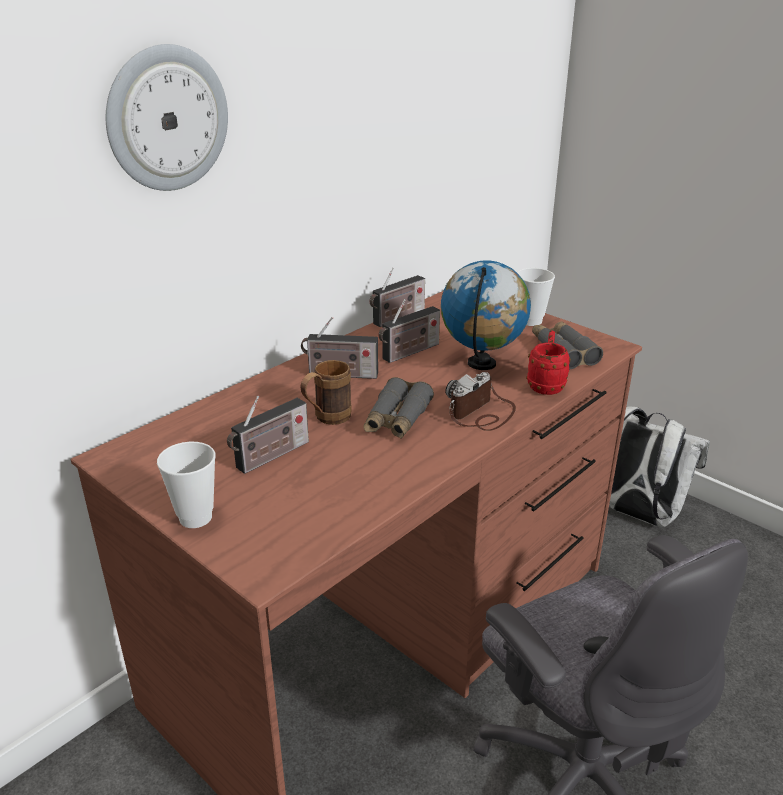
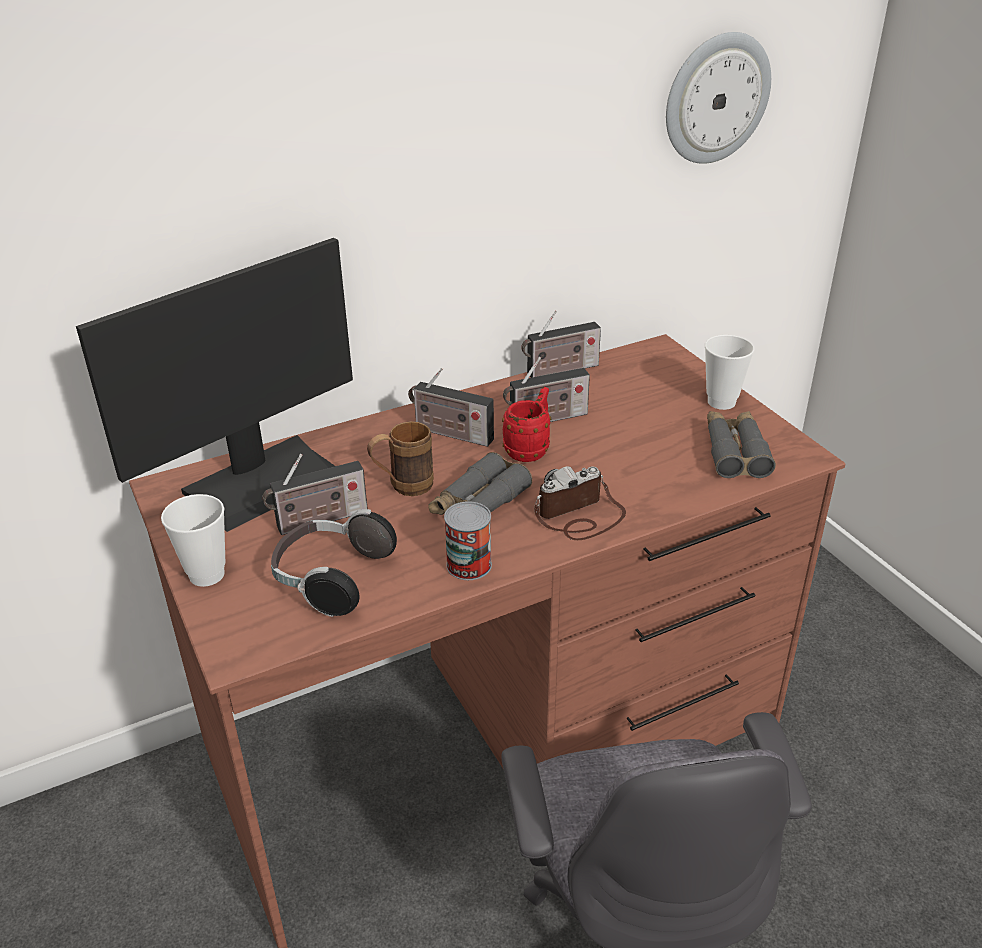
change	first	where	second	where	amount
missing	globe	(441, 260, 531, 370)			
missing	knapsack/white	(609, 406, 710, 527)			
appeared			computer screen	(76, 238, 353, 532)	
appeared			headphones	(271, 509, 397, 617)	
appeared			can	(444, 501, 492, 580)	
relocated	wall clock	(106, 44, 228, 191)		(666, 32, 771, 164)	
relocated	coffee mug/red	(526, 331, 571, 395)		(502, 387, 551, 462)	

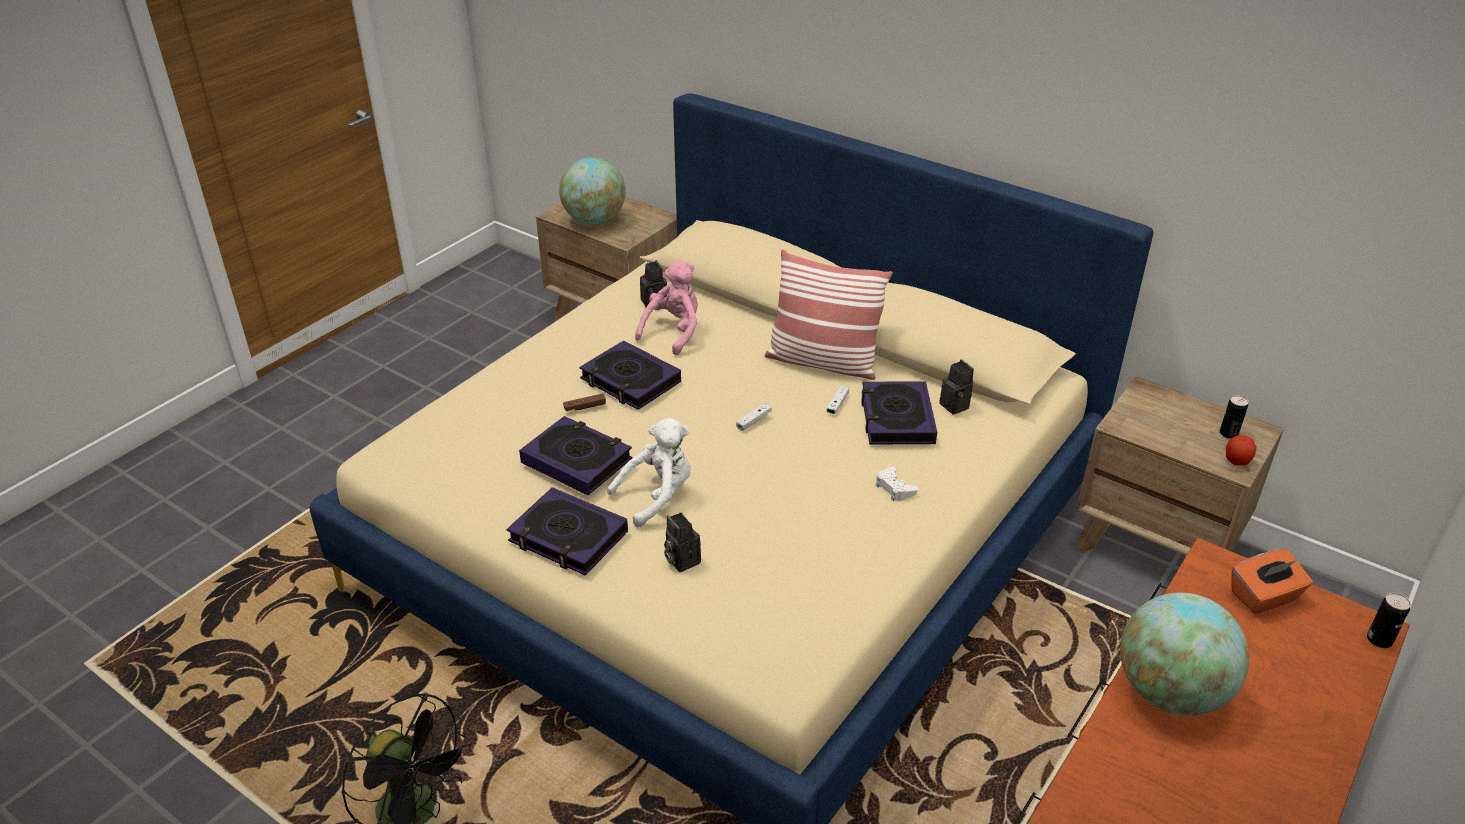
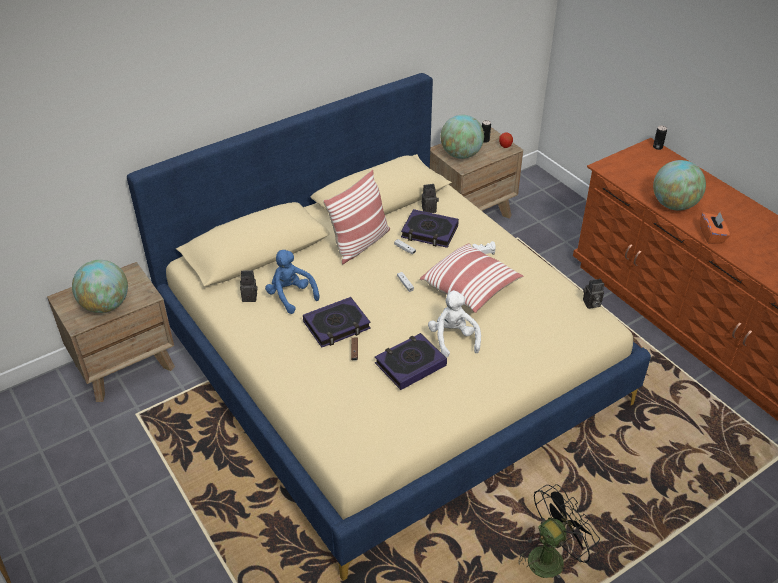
change	first	where	second	where	amount
missing	volume	(507, 487, 628, 576)			
appeared			pillow	(420, 243, 524, 313)	
appeared			globe	(441, 115, 484, 159)	
relocated	still camera	(664, 513, 701, 572)		(583, 279, 604, 309)	
relocated	tissue box/orange-coloured	(1231, 549, 1313, 614)		(700, 212, 730, 244)	
colour	cuddly toy/pinkish	(635, 260, 698, 355)	cuddly toy/blue	(265, 250, 319, 314)	

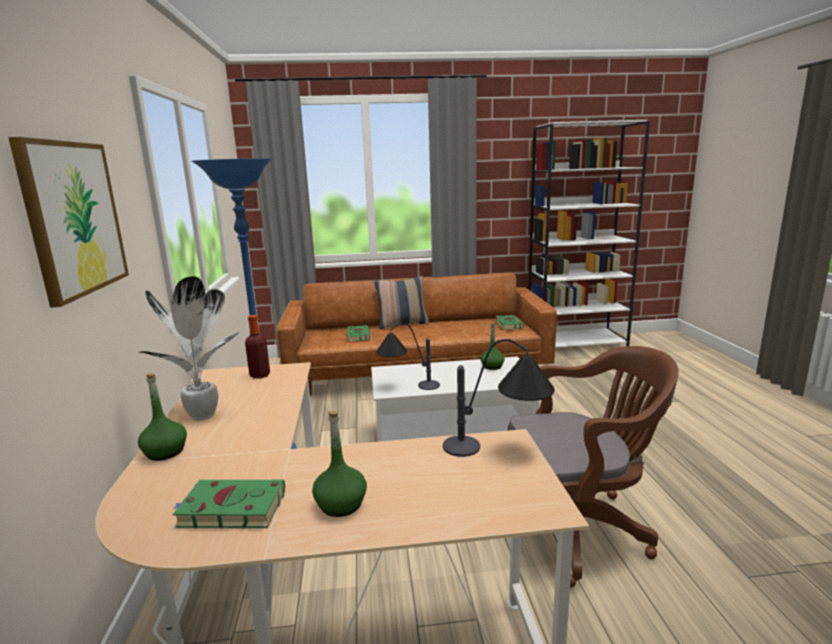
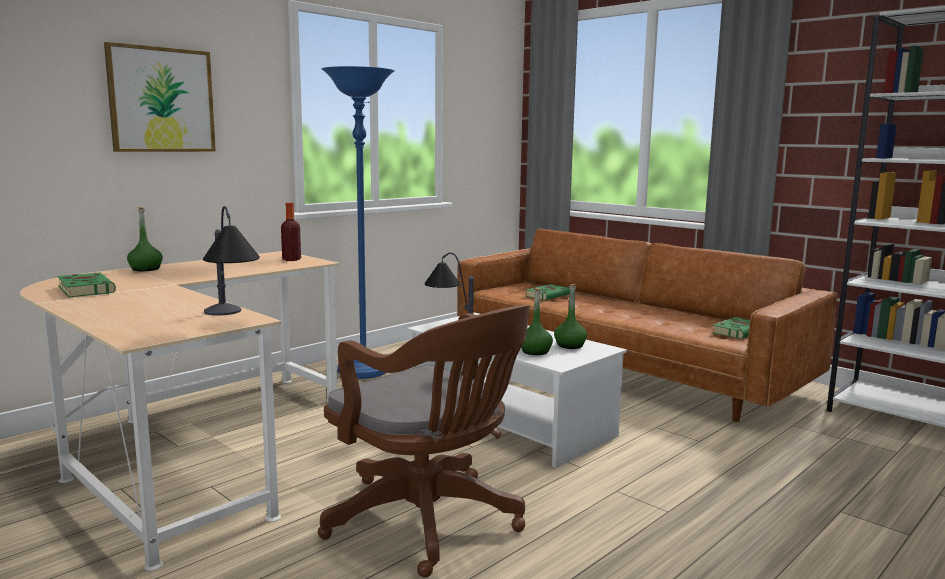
change	first	where	second	where	amount
missing	plant in a pot	(139, 276, 239, 420)			
missing	pillow	(374, 276, 429, 329)			
relocated	beverage bottle/green	(312, 411, 367, 517)		(521, 288, 553, 355)	

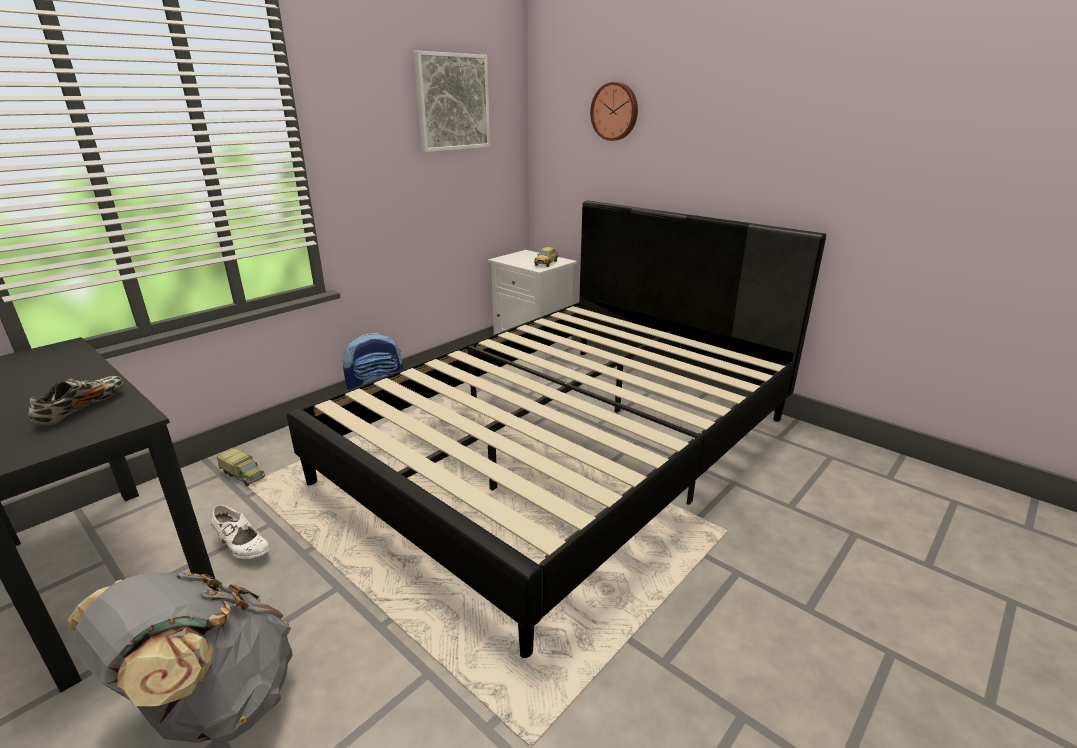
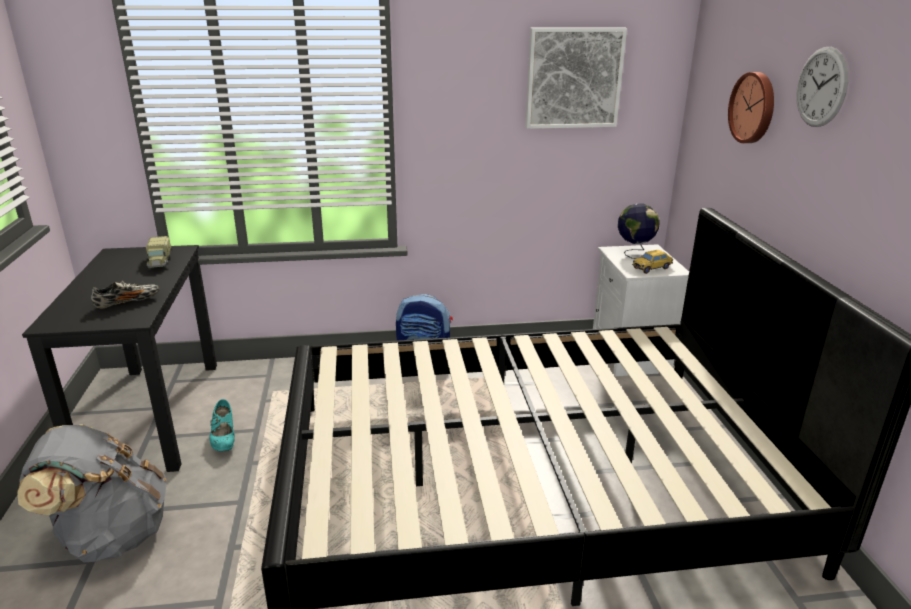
change	first	where	second	where	amount
appeared			globe	(618, 203, 660, 259)	
appeared			wall clock	(796, 47, 848, 127)	
relocated	toy lorry	(217, 447, 265, 486)		(146, 236, 171, 270)	
colour	item of footwear/white	(211, 505, 270, 559)	item of footwear/blue-green	(209, 399, 235, 451)	

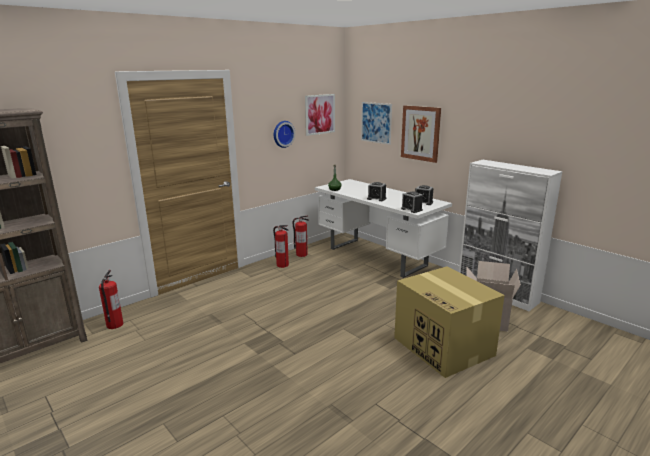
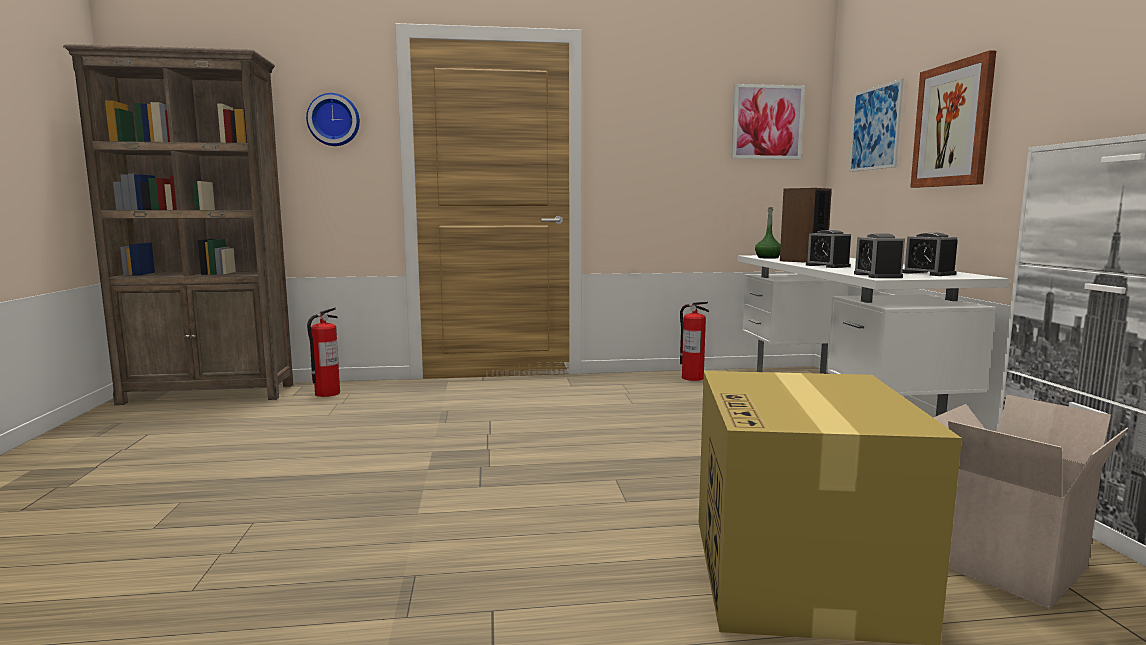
change	first	where	second	where	amount
missing	fire extinguisher	(273, 225, 289, 268)			
appeared			audio speaker	(780, 188, 832, 263)	
relocated	wall clock	(274, 121, 295, 148)		(306, 93, 360, 146)	

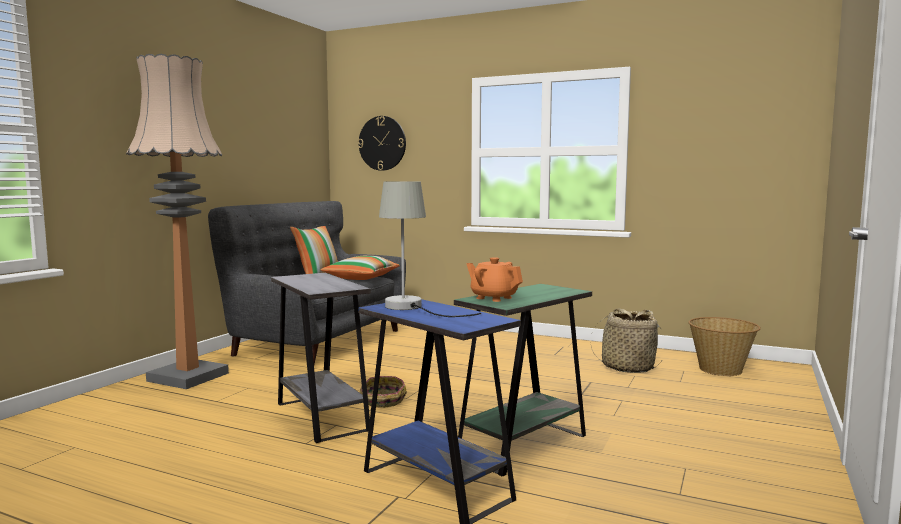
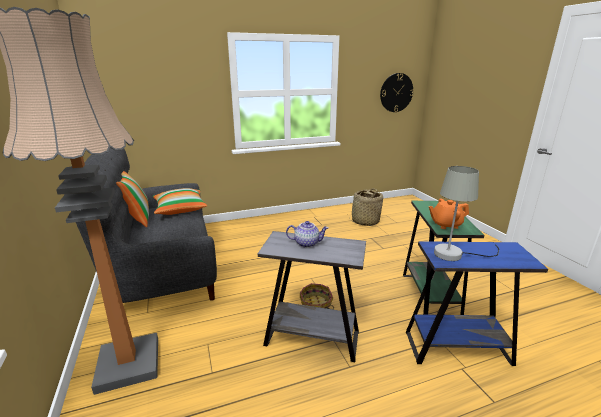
change	first	where	second	where	amount
missing	storage basket	(688, 317, 761, 376)			
appeared			pot for tea	(286, 221, 329, 248)	
relocated	wall clock	(358, 116, 406, 171)		(380, 73, 414, 112)	

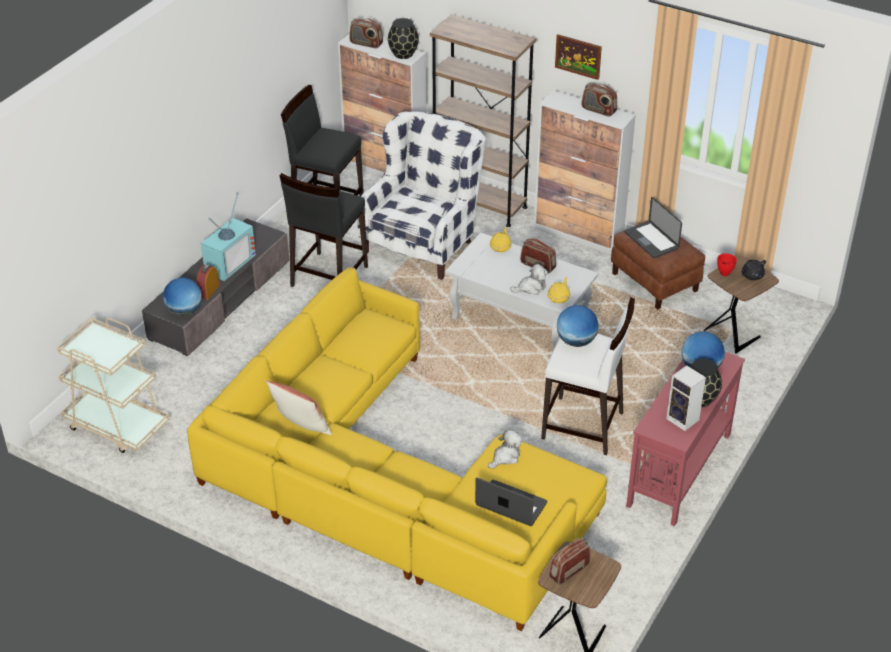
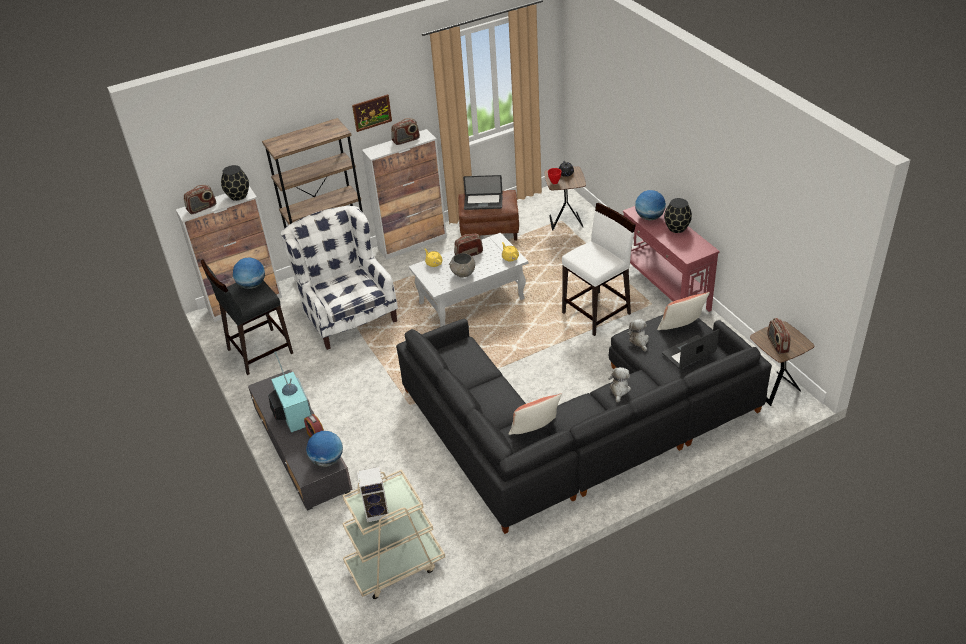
change	first	where	second	where	amount
missing	stool/black-coloured	(280, 173, 368, 287)			
appeared			serving bowl/gray	(449, 253, 475, 277)	
appeared			pillow	(657, 292, 710, 330)	
relocated	cuddly toy	(510, 264, 548, 295)		(609, 367, 631, 403)	
relocated	globe	(557, 305, 599, 347)		(233, 257, 265, 289)	
relocated	audio speaker	(666, 365, 706, 431)		(357, 467, 389, 523)	
colour	sofa/yellow-coloured	(187, 267, 607, 631)	sofa/black-coloured	(396, 314, 772, 534)	

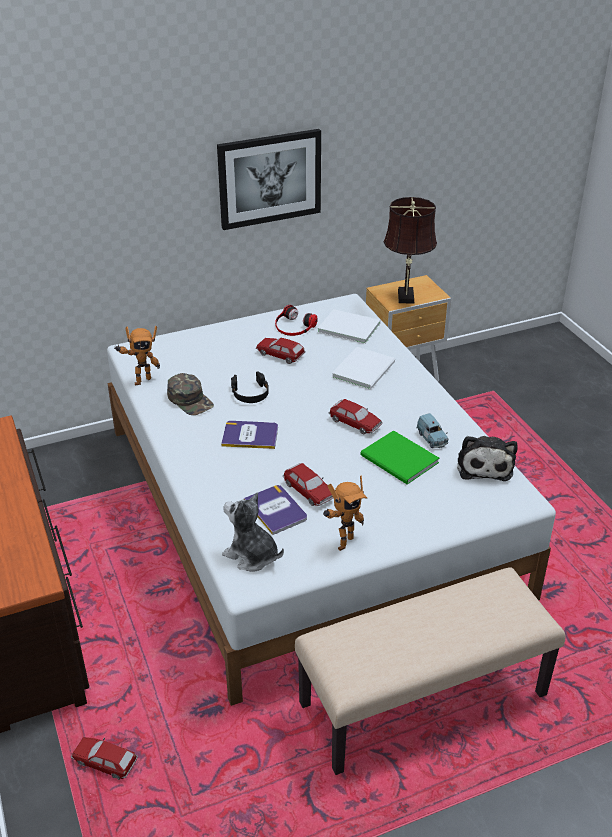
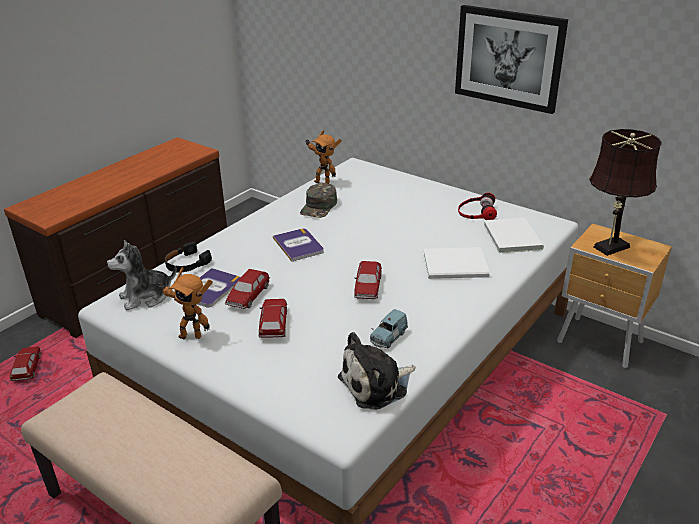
change	first	where	second	where	amount
missing	volume/green	(360, 430, 439, 485)			
relocated	headphones/black-coloured	(231, 371, 269, 403)		(165, 242, 212, 272)	
relocated	toy car	(256, 338, 306, 364)		(258, 299, 287, 338)	
spun	cuddly toy	(222, 492, 284, 572)		(107, 240, 177, 310)	120 degrees counterclockwise

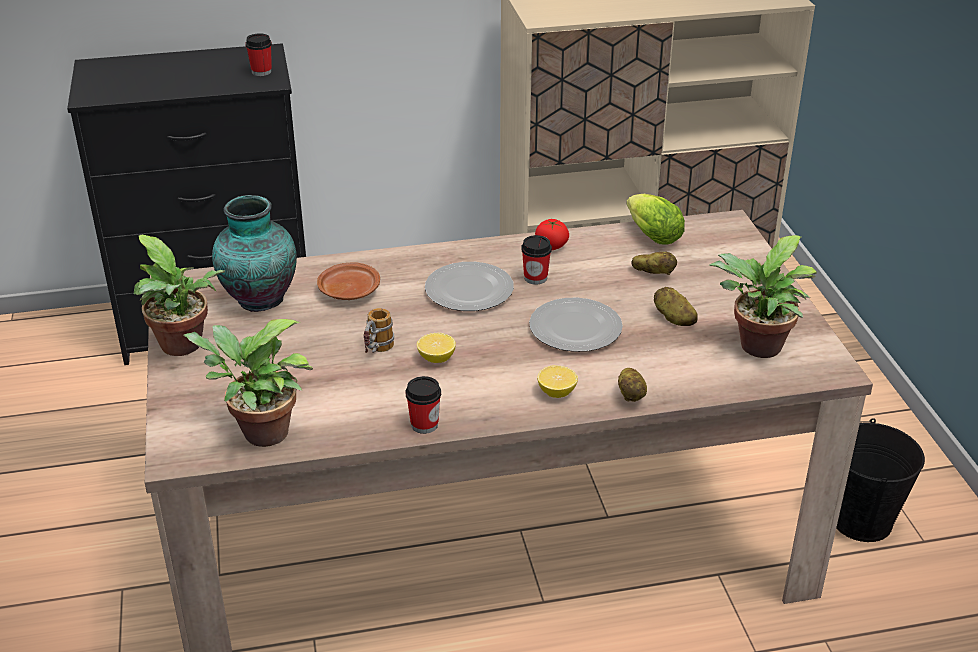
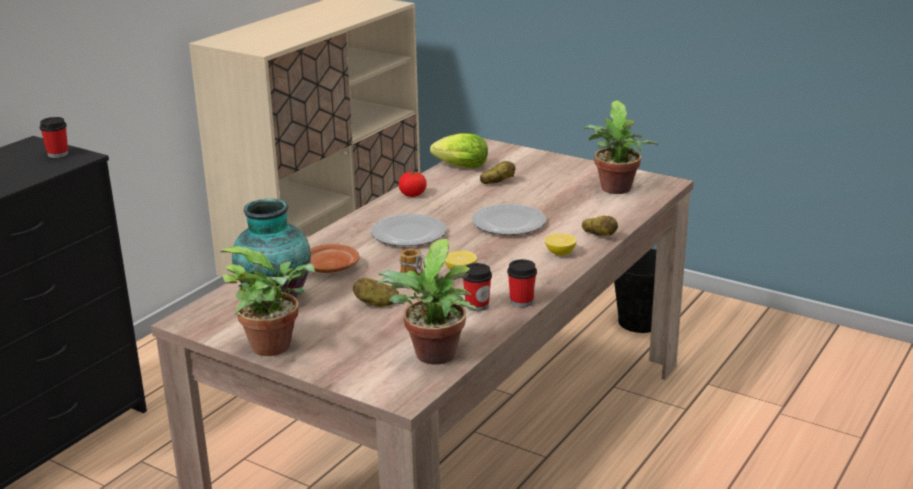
change	first	where	second	where	amount
relocated	drinking cup	(521, 235, 552, 285)		(463, 263, 492, 311)	
relocated	spud	(654, 287, 698, 326)		(353, 278, 399, 307)	

